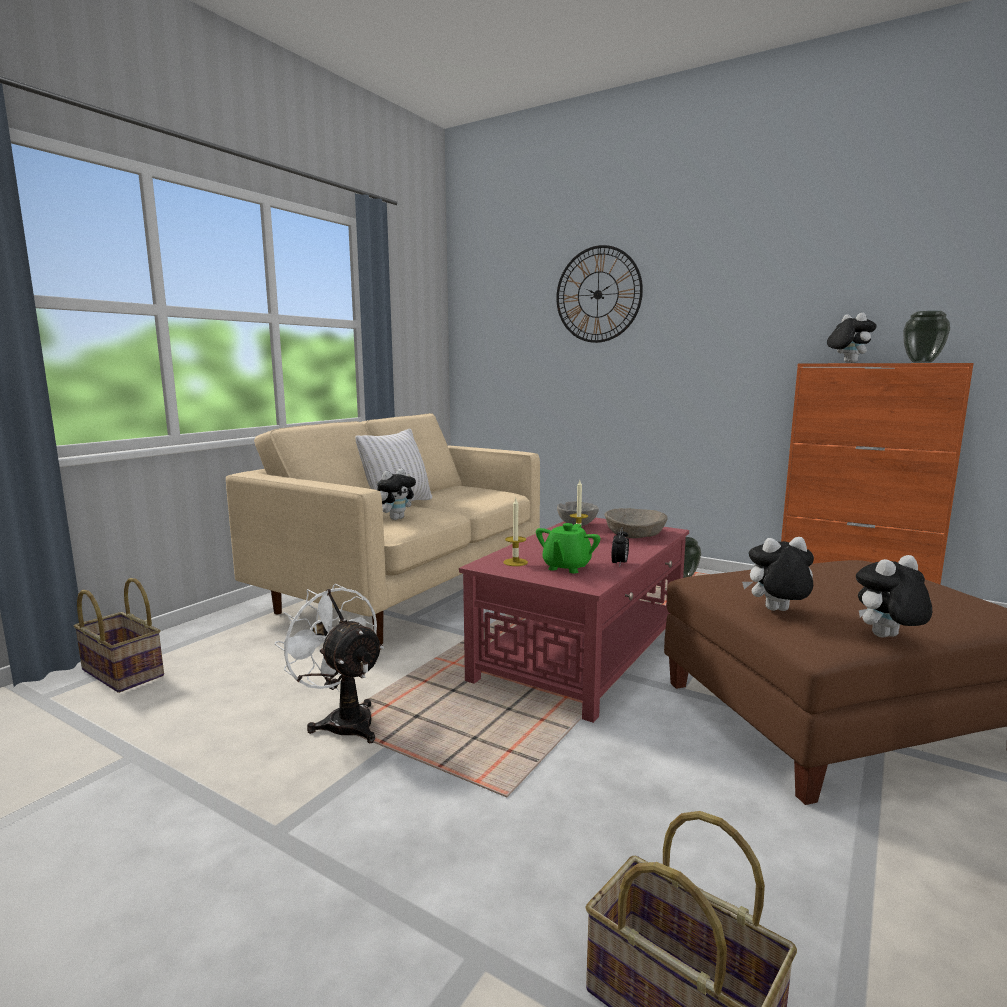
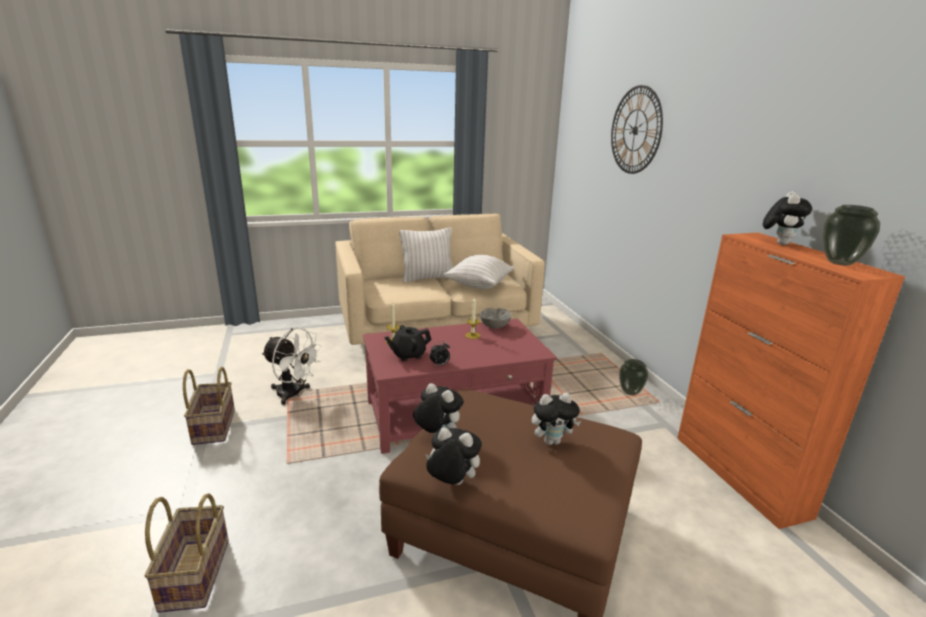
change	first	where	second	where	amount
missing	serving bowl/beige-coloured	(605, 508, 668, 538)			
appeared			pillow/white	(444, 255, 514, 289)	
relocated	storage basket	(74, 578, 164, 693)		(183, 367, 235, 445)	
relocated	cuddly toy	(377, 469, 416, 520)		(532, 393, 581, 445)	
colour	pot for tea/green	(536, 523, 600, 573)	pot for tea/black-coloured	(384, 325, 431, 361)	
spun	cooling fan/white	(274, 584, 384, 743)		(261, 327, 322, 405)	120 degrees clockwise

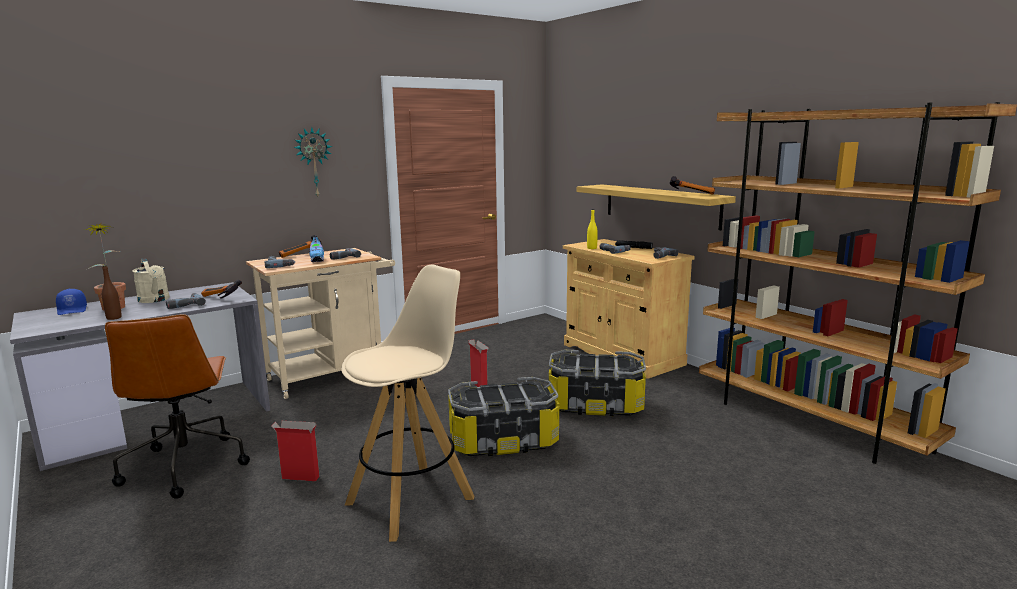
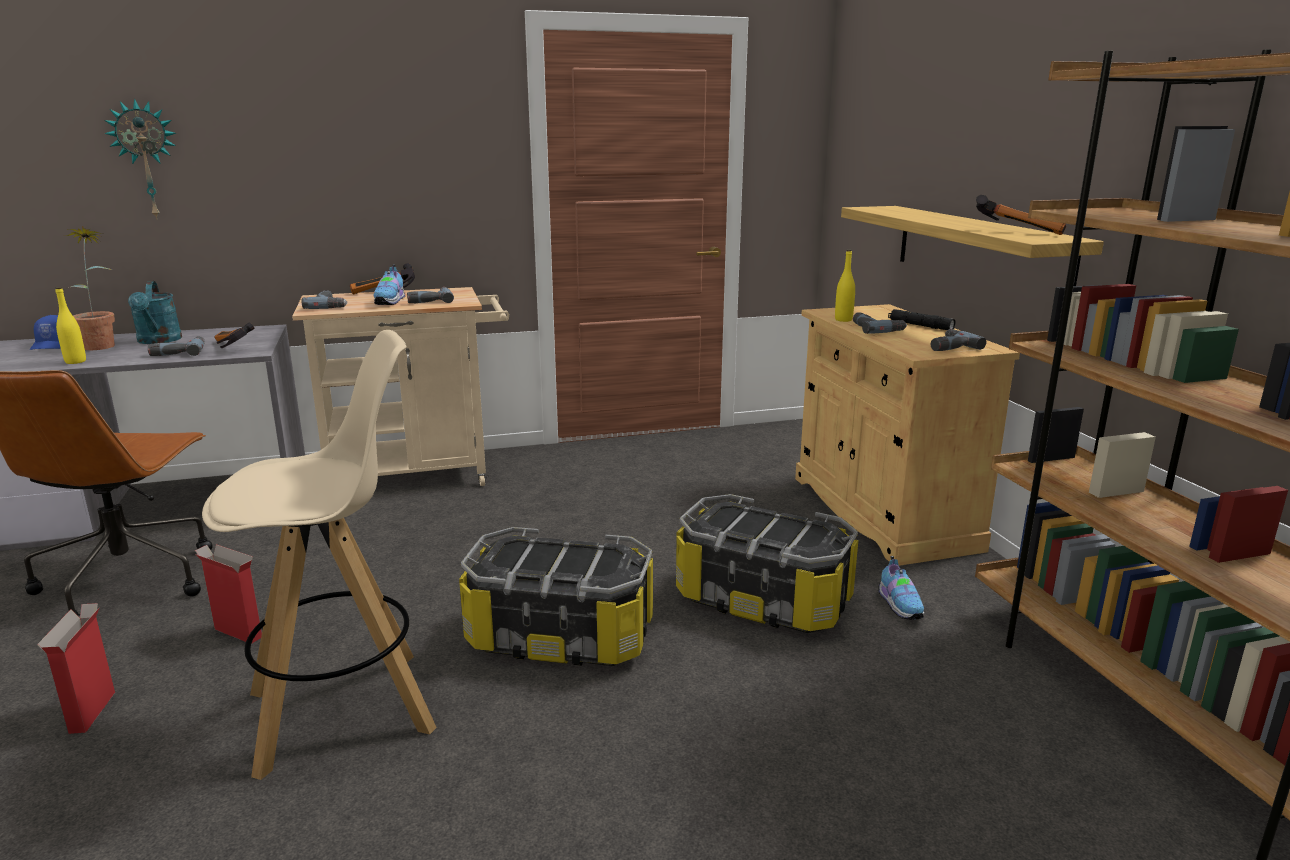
change	first	where	second	where	amount
appeared			item of footwear	(879, 556, 924, 620)	
relocated	wall clock	(294, 127, 332, 197)		(104, 98, 176, 219)	
relocated	packing box	(468, 340, 489, 387)		(37, 603, 115, 734)	
colour	beverage bottle/brown-coloured	(102, 265, 122, 320)	beverage bottle/yellow-coloured	(55, 287, 86, 364)	
colour	watering can/beige-coloured	(133, 258, 170, 303)	watering can/blue-green	(128, 281, 182, 344)	

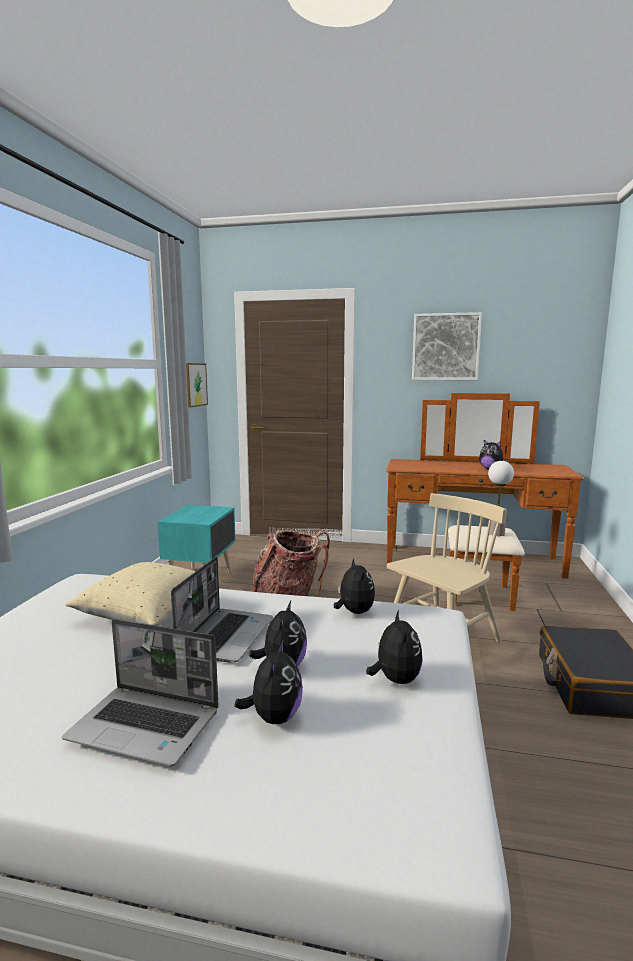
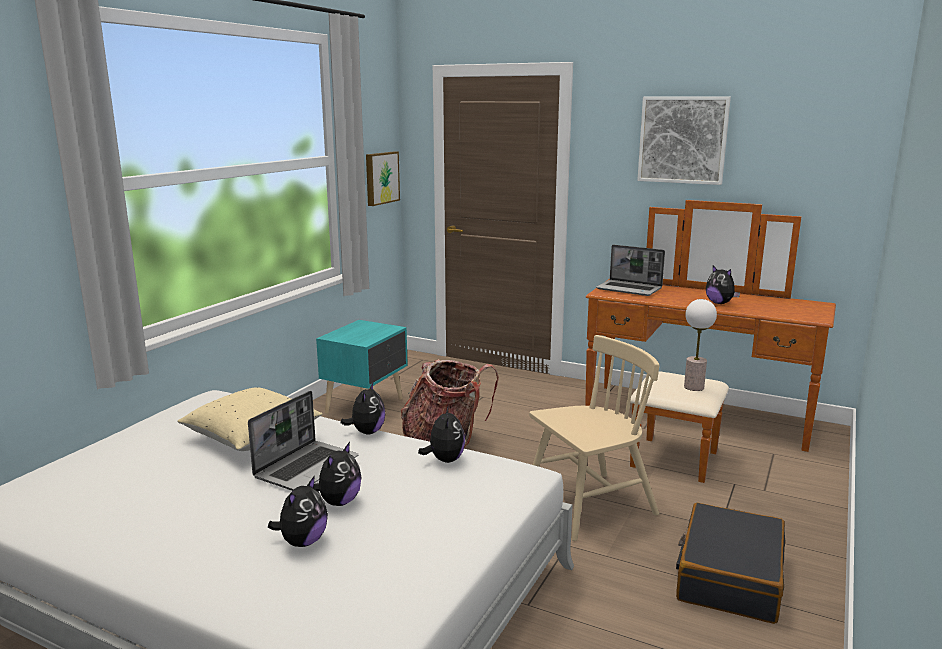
change	first	where	second	where	amount
relocated	laptop	(62, 619, 219, 766)		(596, 245, 665, 296)	
relocated	cuddly toy	(366, 610, 423, 684)		(341, 383, 385, 434)	

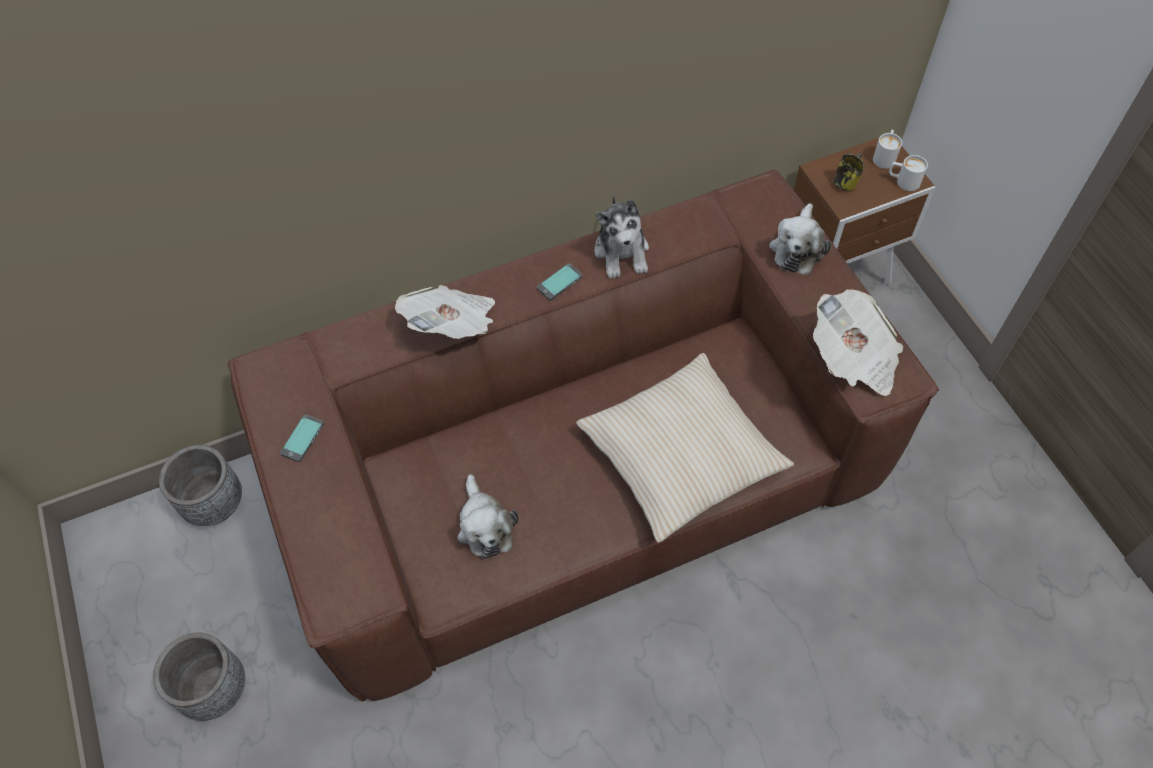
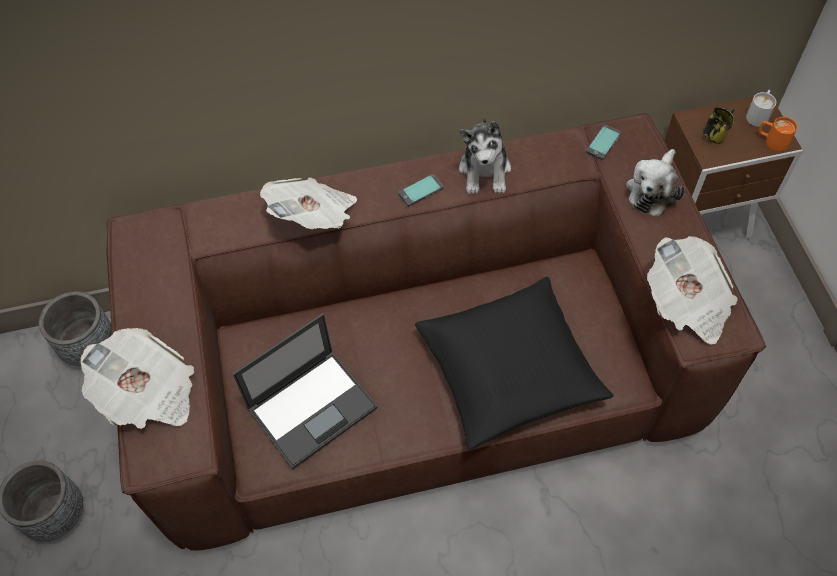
change	first	where	second	where	amount
appeared			daily paper	(81, 328, 194, 429)	
relocated	handset	(280, 414, 324, 462)		(586, 125, 621, 160)	
exchanged	cuddly toy	(458, 474, 519, 559)	laptop	(233, 313, 378, 469)	
colour	pillow/beige-coloured	(576, 353, 794, 543)	pillow/black-coloured	(415, 277, 614, 450)	
colour	coffee mug/white	(889, 155, 928, 191)	coffee mug/orange-coloured	(759, 117, 797, 151)	

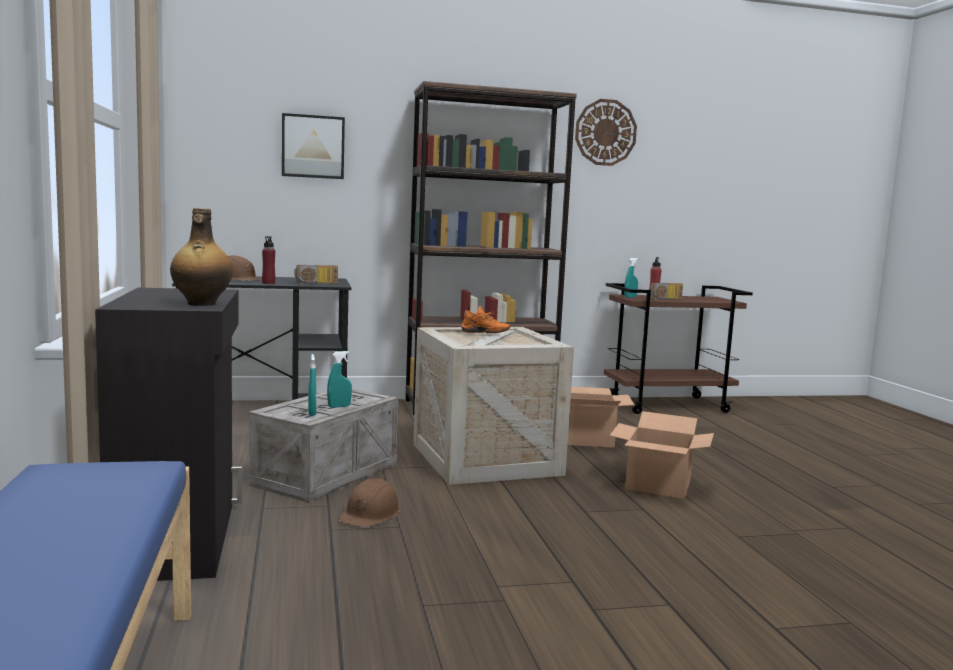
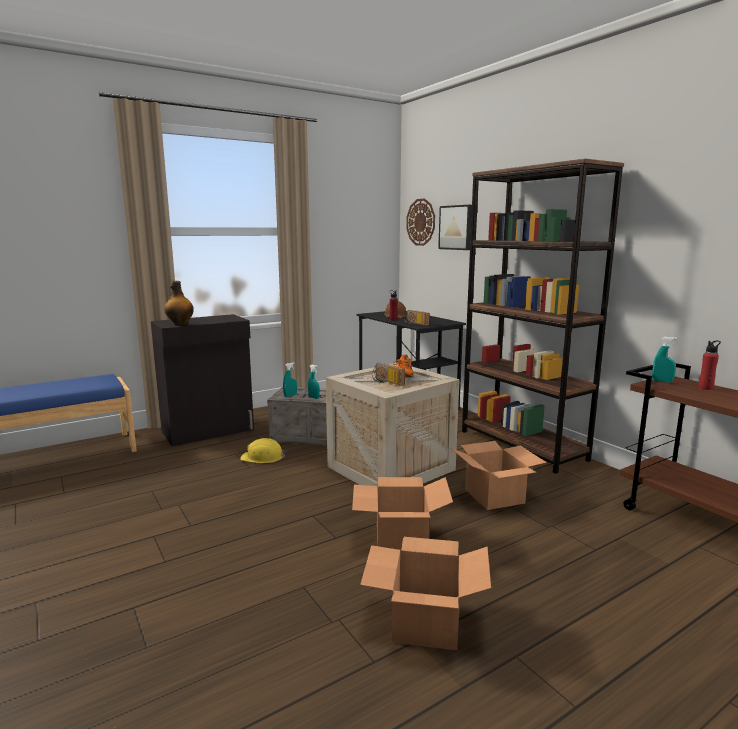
change	first	where	second	where	amount
appeared			packing box	(360, 537, 491, 650)	
relocated	wall clock	(575, 99, 637, 166)		(406, 199, 435, 246)	
relocated	radio receiver	(650, 283, 683, 300)		(372, 362, 405, 386)	
colour	safety helmet/brown-coloured	(340, 478, 400, 527)	safety helmet/yellow-coloured	(240, 438, 287, 463)	

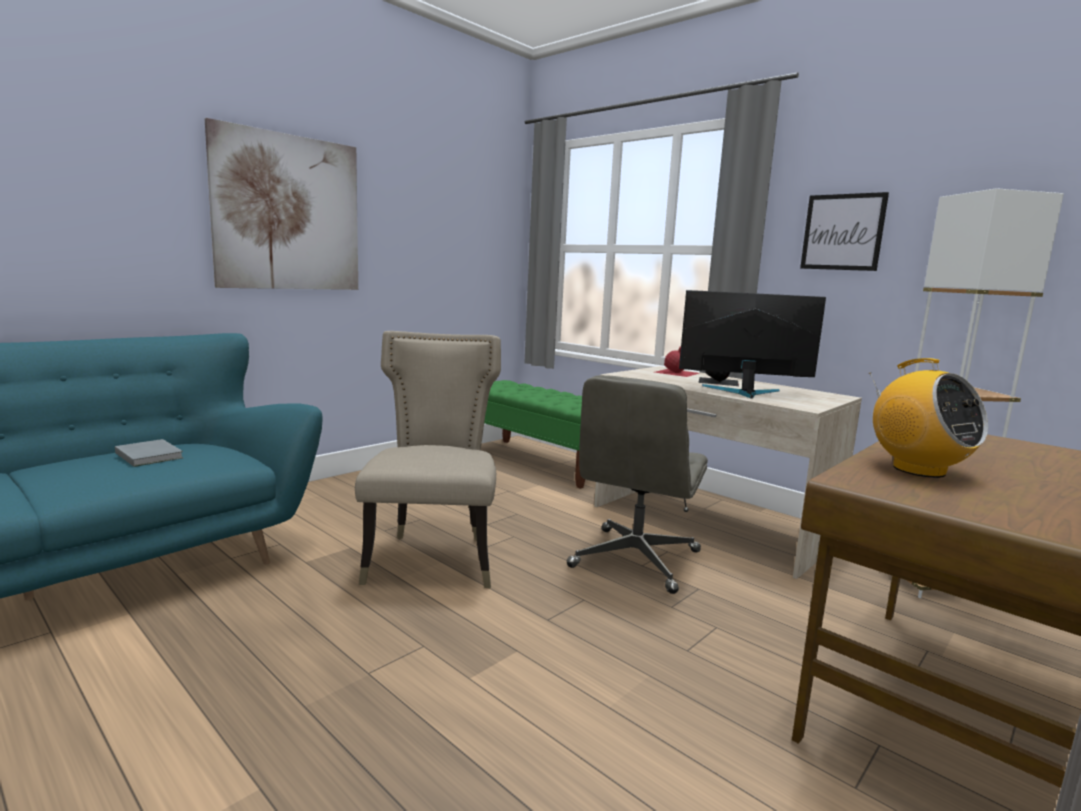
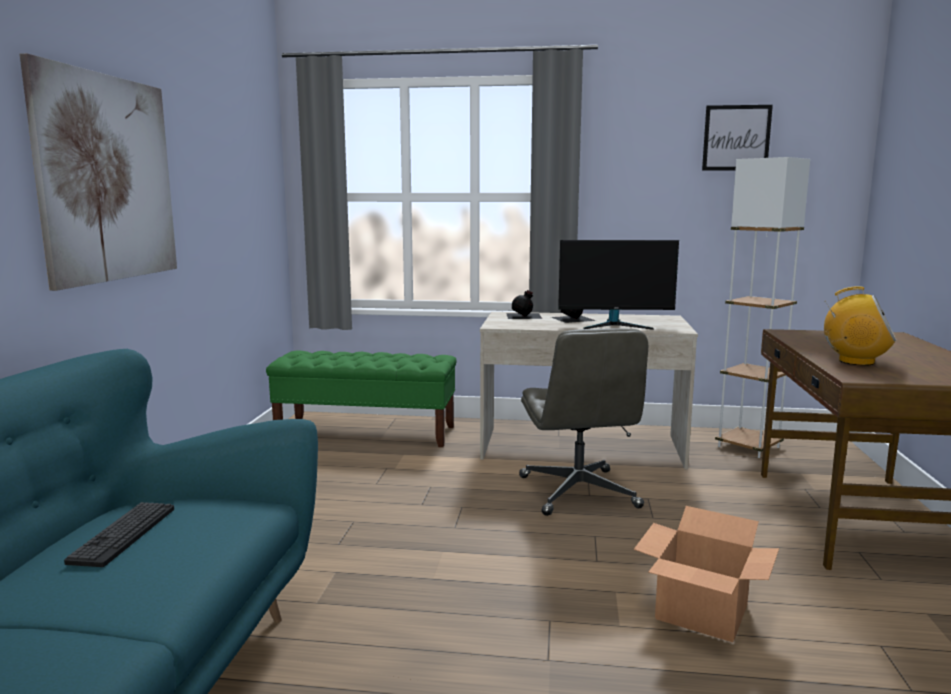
change	first	where	second	where	amount
missing	plain chair/beige-coloured	(355, 331, 501, 588)			
appeared			packing box	(634, 506, 779, 642)	
relocated	wall picture	(800, 192, 889, 271)		(702, 105, 773, 171)	
exchanged	volume/gray	(115, 439, 183, 467)	keyboard	(64, 502, 174, 567)	
colour	beverage bottle/red	(654, 346, 699, 377)	beverage bottle/black-coloured	(506, 290, 542, 319)	
spun	computer screen	(679, 290, 826, 399)		(558, 240, 679, 330)	150 degrees counterclockwise

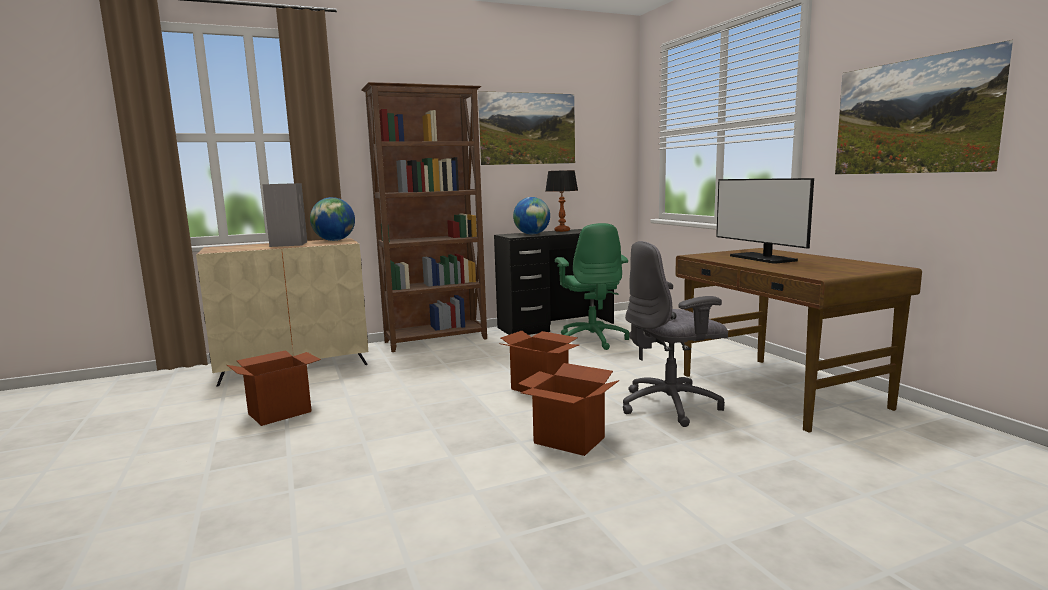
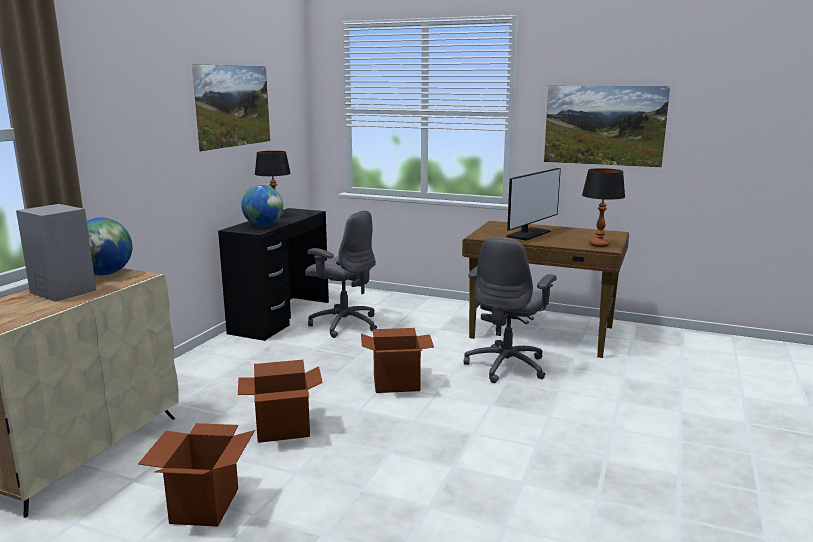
change	first	where	second	where	amount
missing	bookcase/brown-coloured	(361, 82, 487, 352)			
appeared			table lamp	(582, 168, 625, 247)	
relocated	packing box	(518, 363, 619, 456)		(238, 360, 323, 443)	
colour	desk chair/green	(555, 223, 629, 350)	desk chair/gray	(305, 211, 377, 338)	
spun	computer screen	(716, 178, 814, 264)		(506, 168, 561, 241)	75 degrees counterclockwise

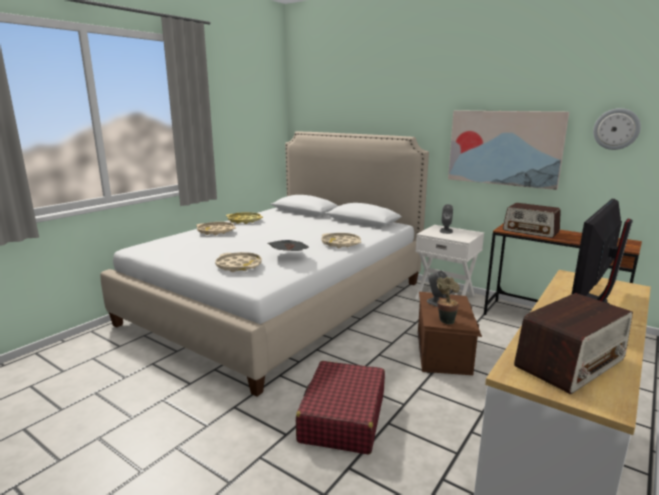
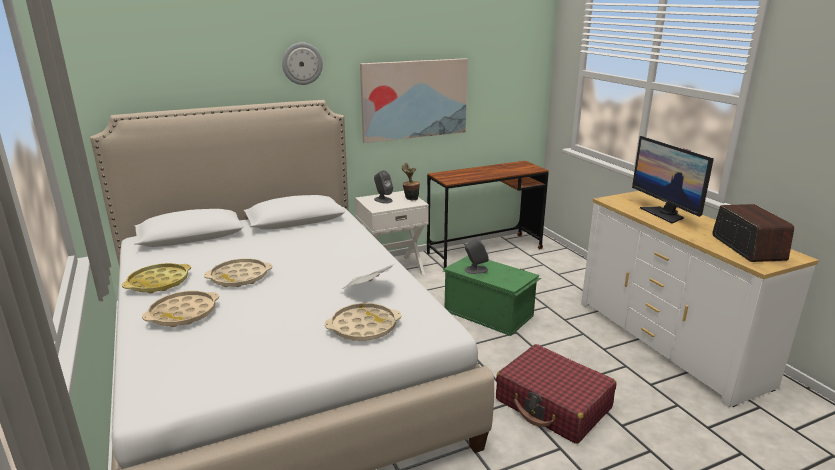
change	first	where	second	where	amount
missing	radio receiver	(503, 203, 561, 238)			
relocated	serving tray/beige-coloured	(321, 233, 361, 248)		(204, 258, 272, 287)	
relocated	plant in a pot	(437, 277, 460, 325)		(402, 163, 420, 200)	
relocated	wall clock	(593, 108, 641, 150)		(282, 43, 323, 85)	
colour	storage bin/brown-coloured	(418, 292, 482, 375)	storage bin/green	(443, 256, 541, 336)	

